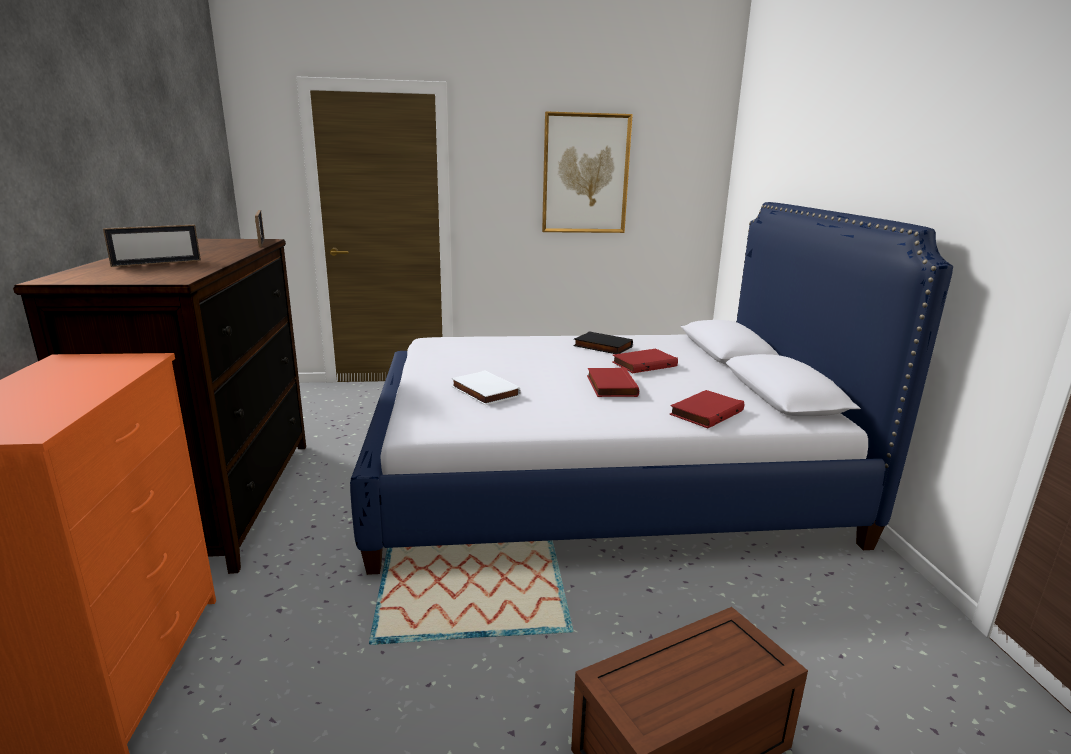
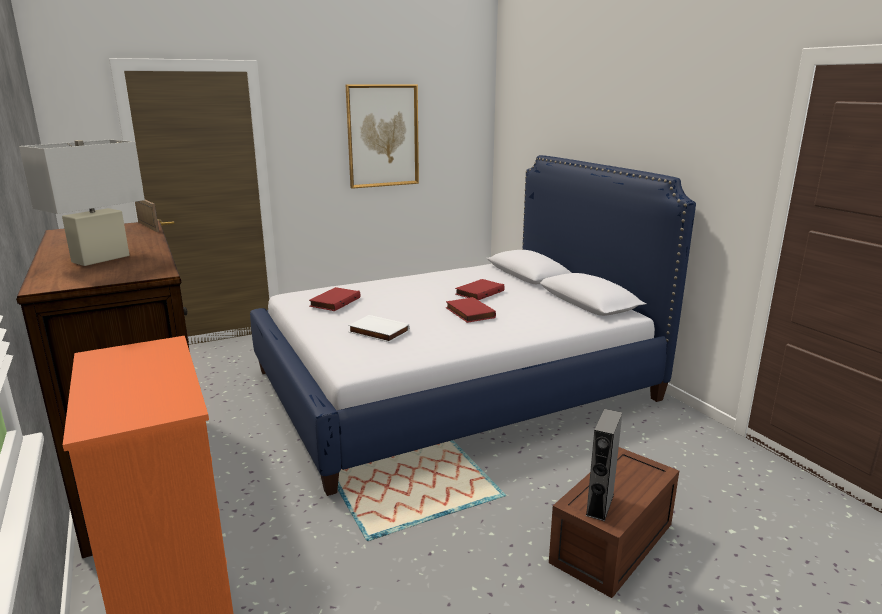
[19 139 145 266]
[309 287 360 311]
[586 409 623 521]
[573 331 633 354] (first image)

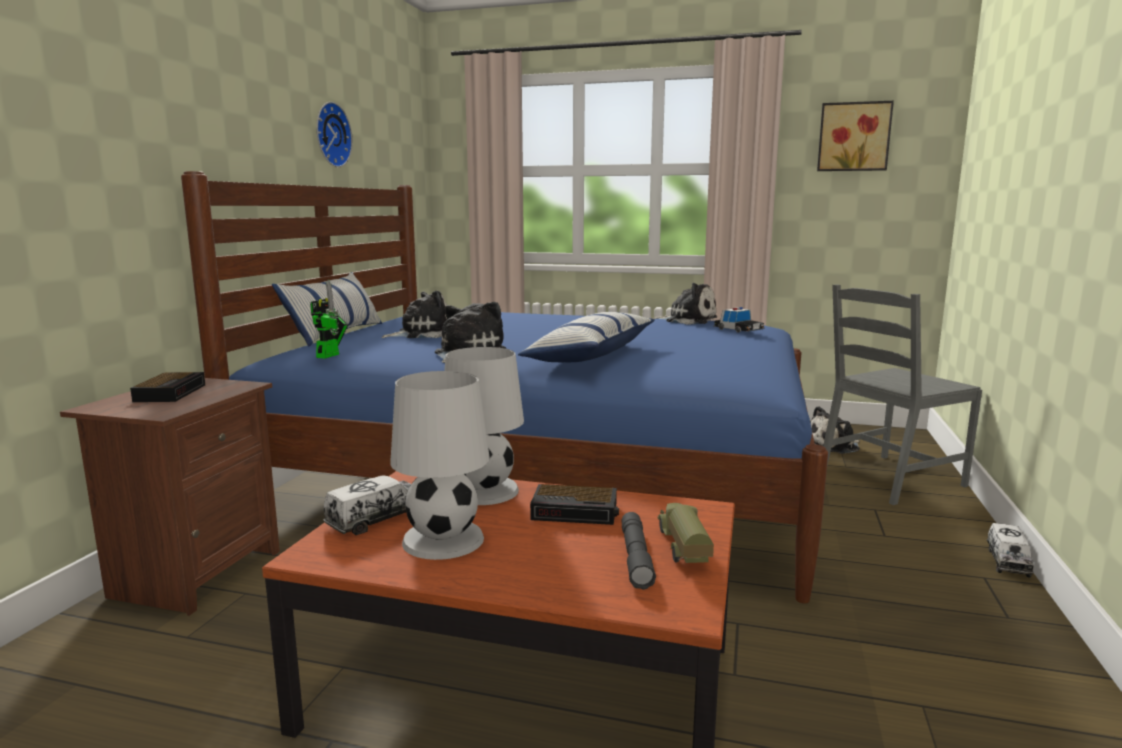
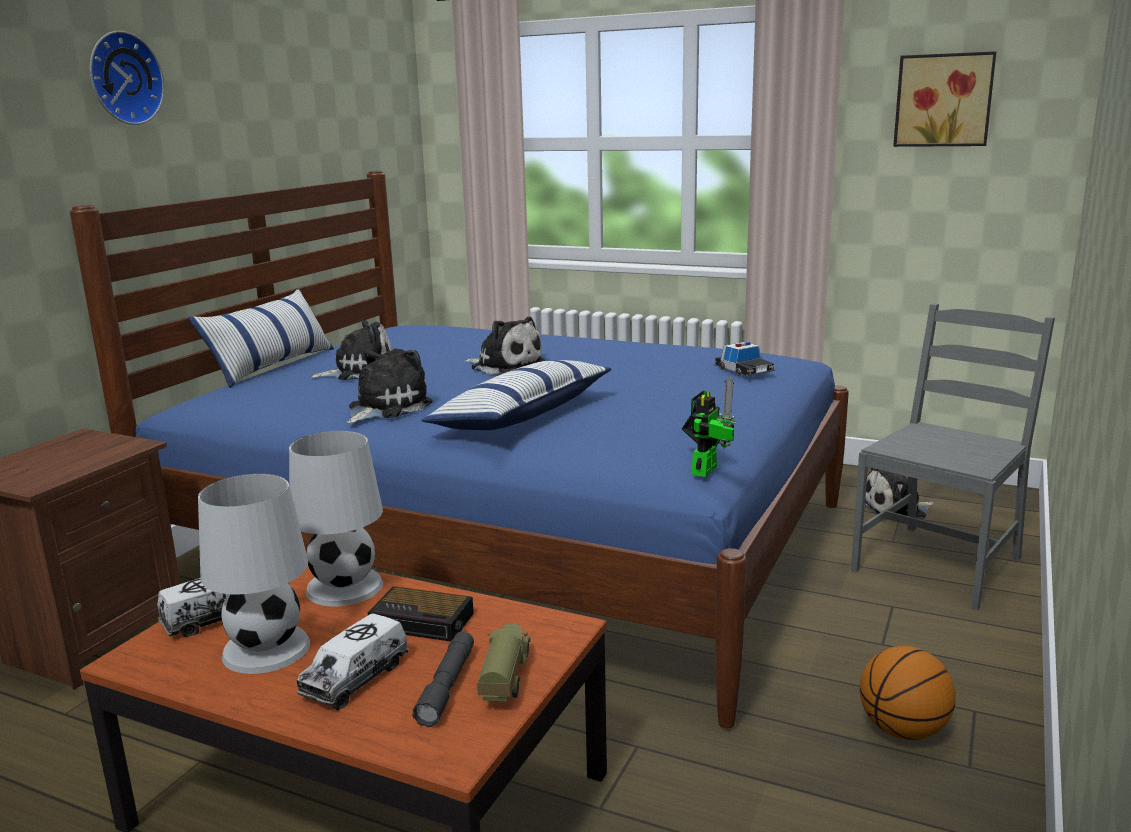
[90 31 165 125]
[296 613 408 710]
[464 317 545 375]
[682 376 737 477]
[851 304 1055 610]
[860 646 956 740]
[130 372 205 402] (first image)

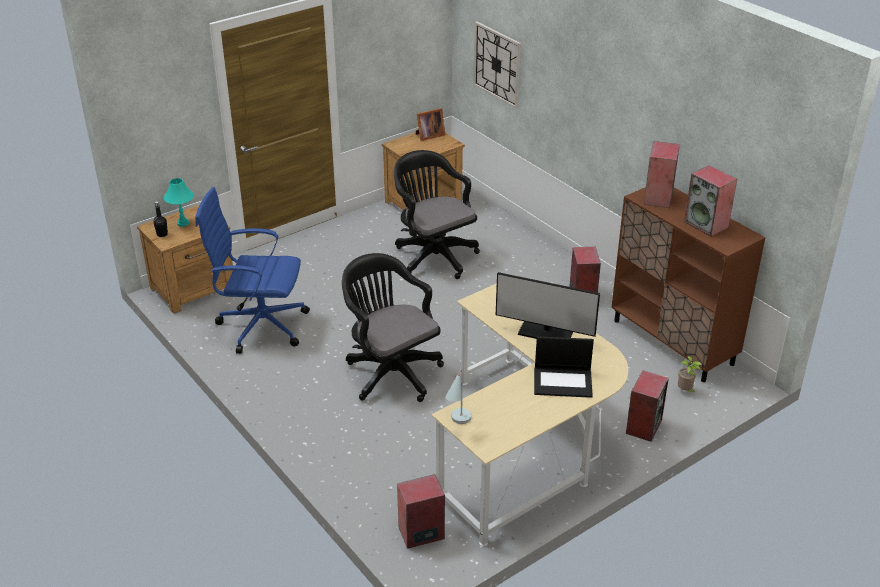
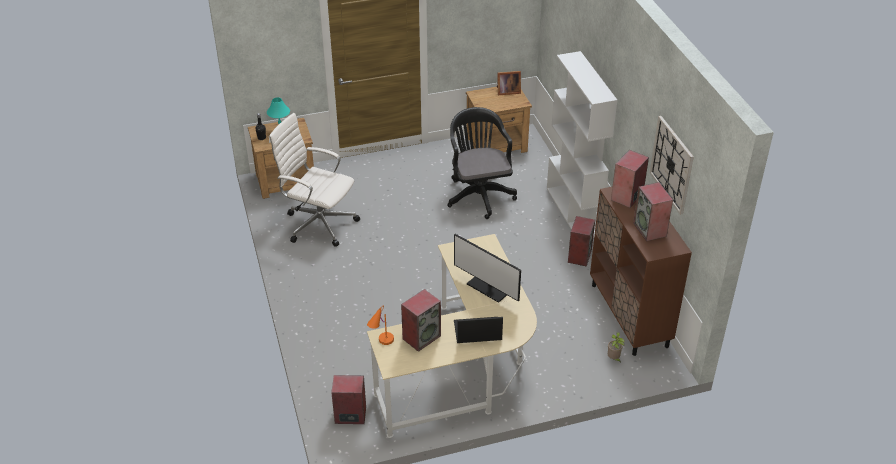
[269 113 360 247]
[367 306 394 345]
[401 289 441 352]
[454 317 503 343]
[547 51 618 238]
[650 116 694 215]
[342 253 444 402] (first image)

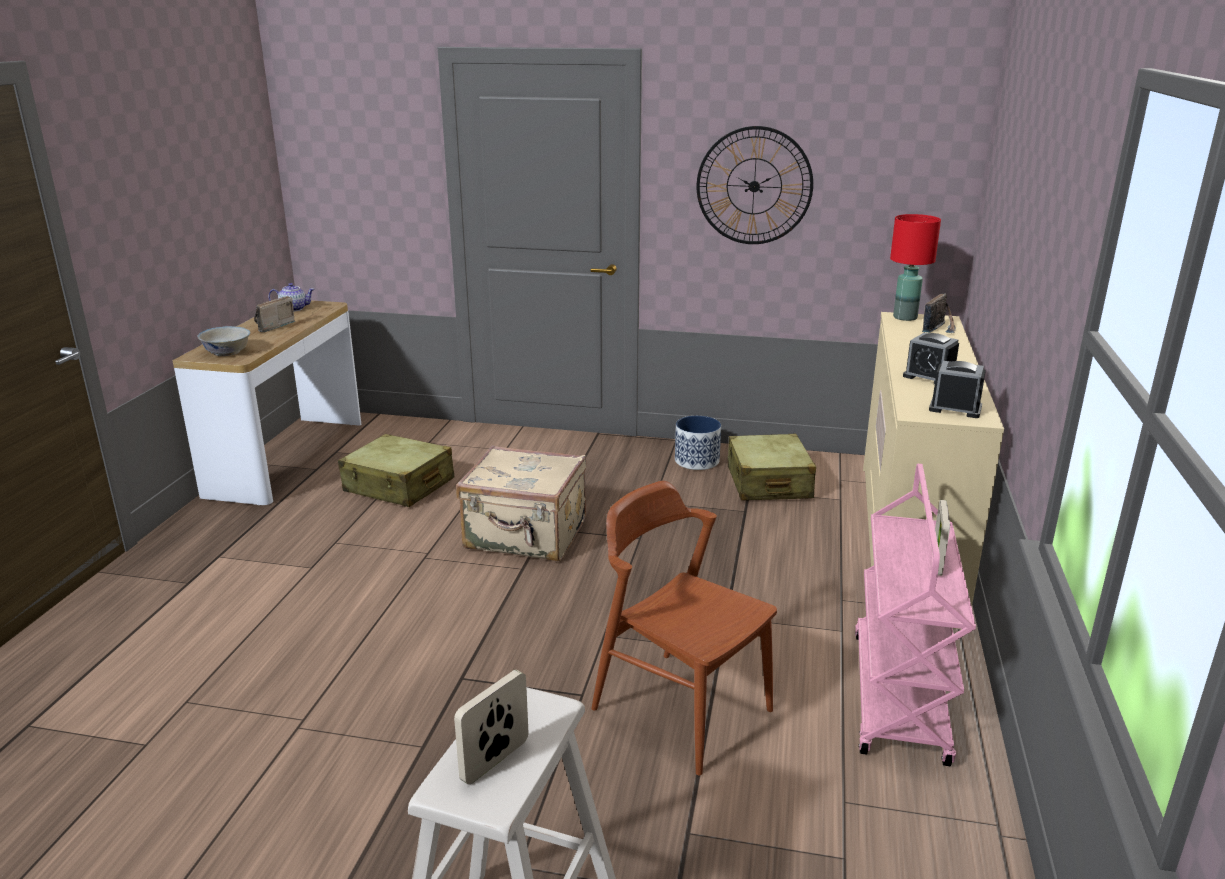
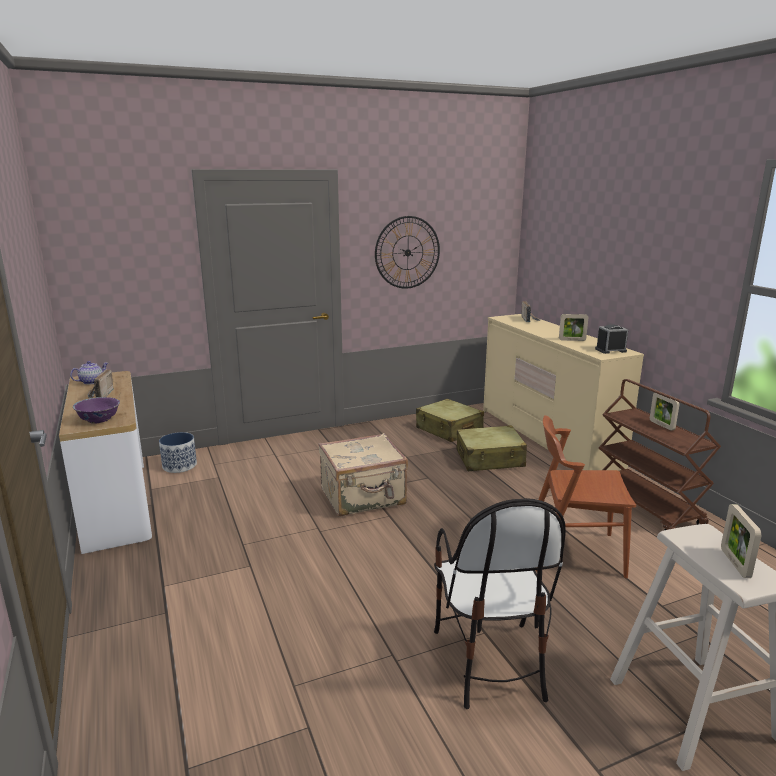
[73 397 120 424]
[159 432 197 473]
[434 498 566 709]
[456 425 527 471]
[559 314 589 341]
[598 379 721 530]
[890 214 941 321] (first image)

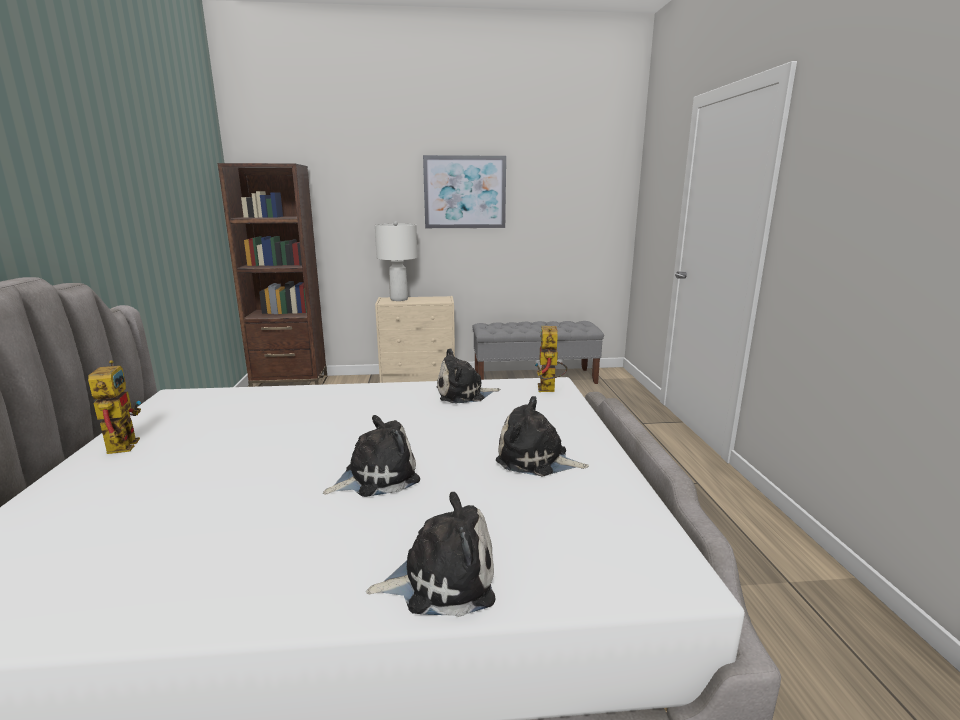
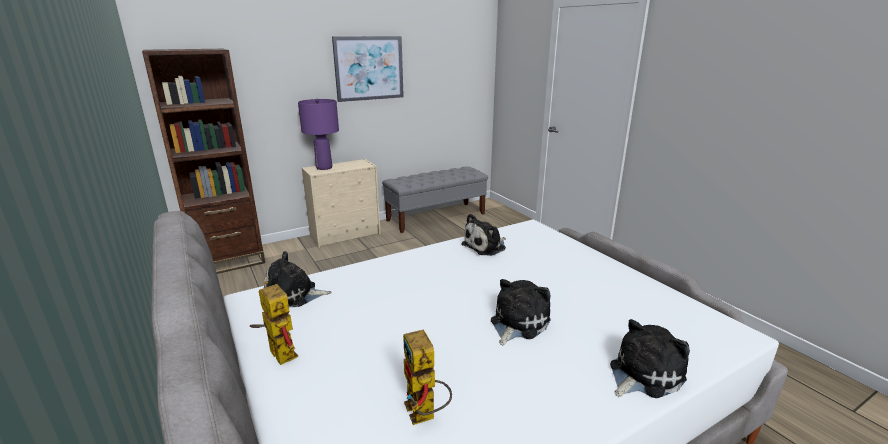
[264 251 332 307]
[298 98 339 170]
[403 329 452 425]

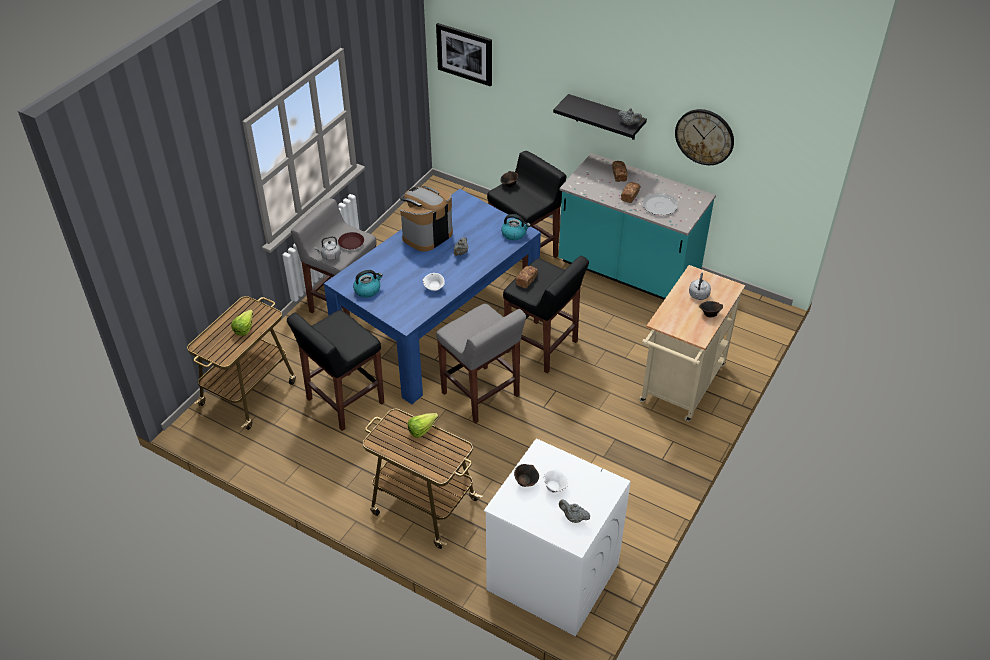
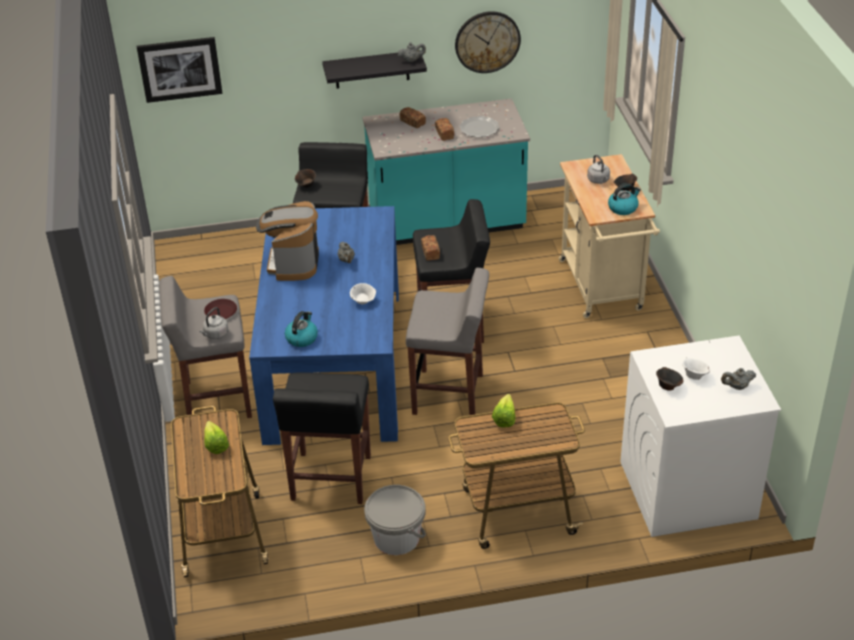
[364 485 426 555]
[608 183 641 215]

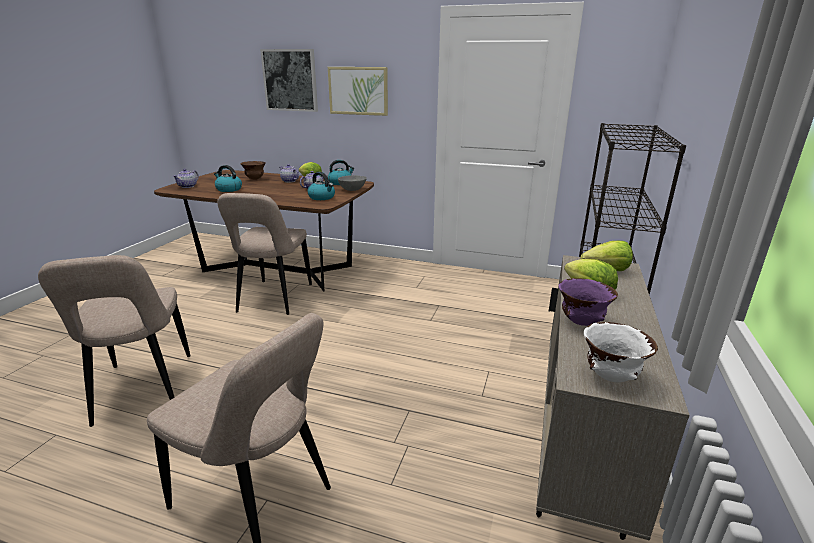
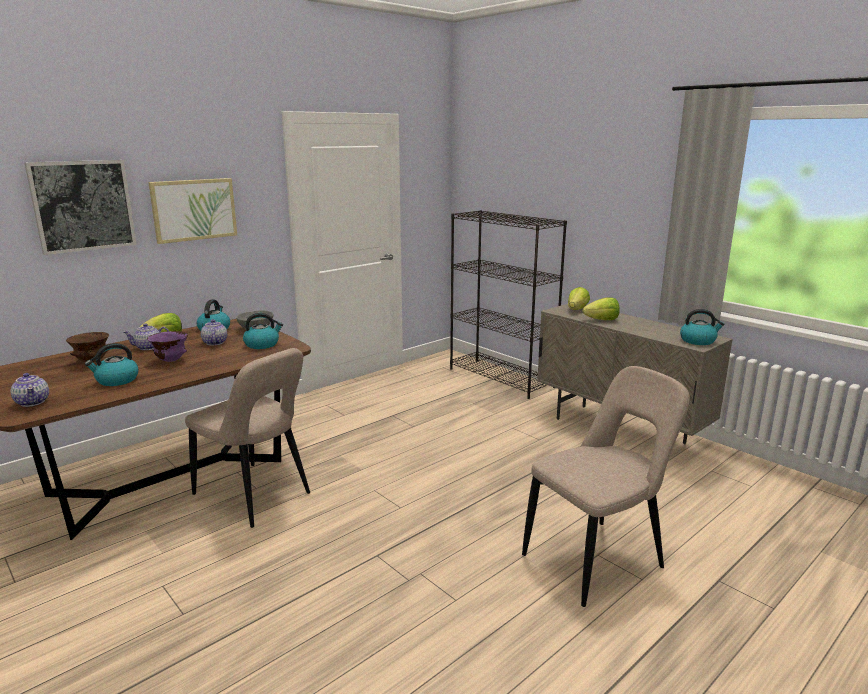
[147 331 188 362]
[680 309 724 345]
[38 255 191 427] (first image)

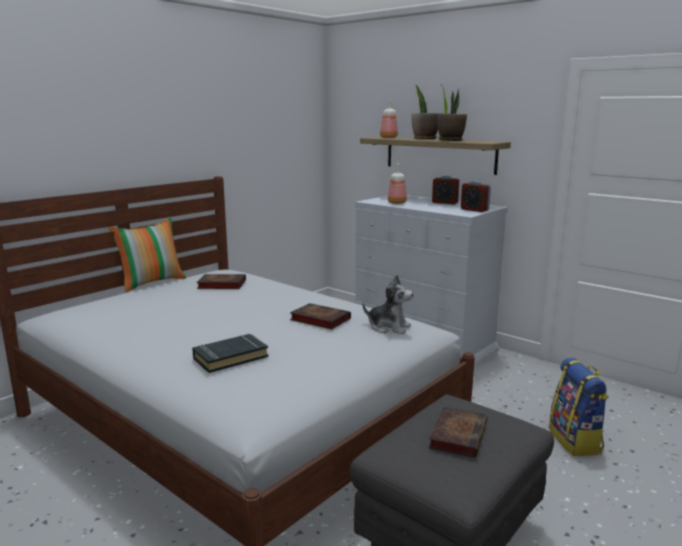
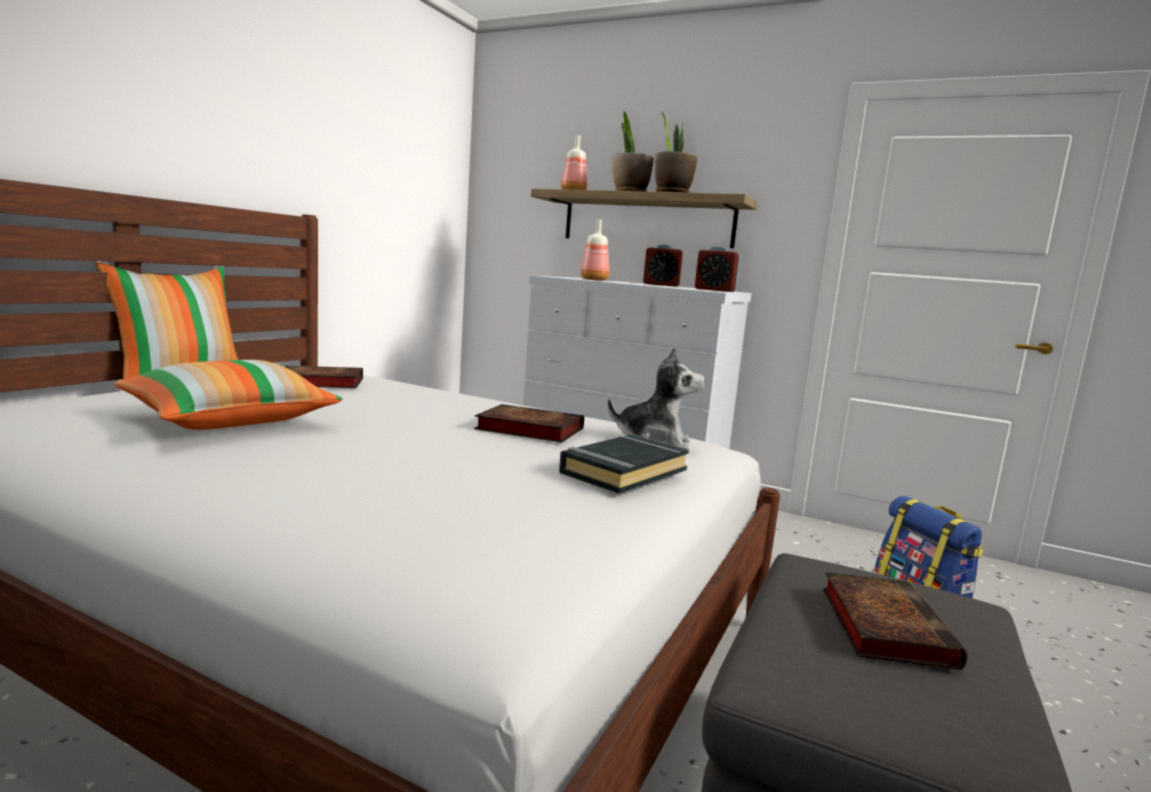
[113 360 342 430]
[559 434 689 494]

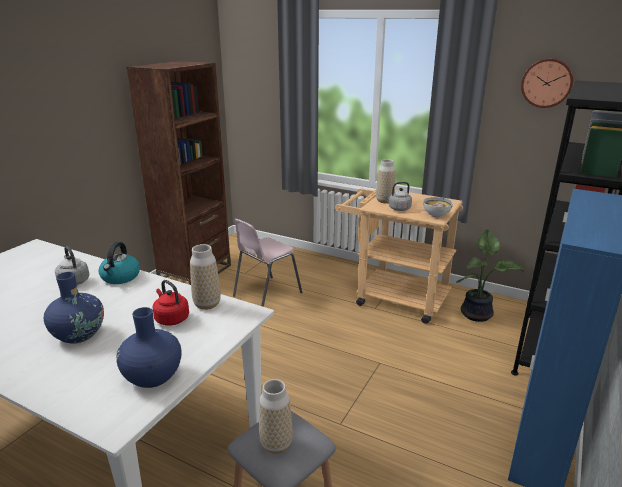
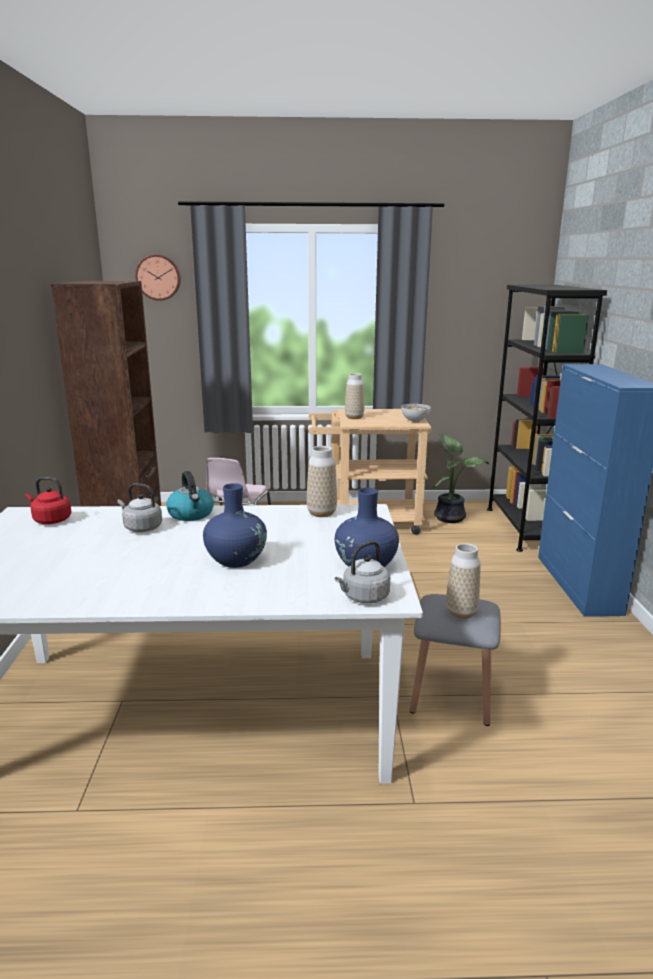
[25 477 71 524]
[135 255 181 301]
[335 541 390 604]

